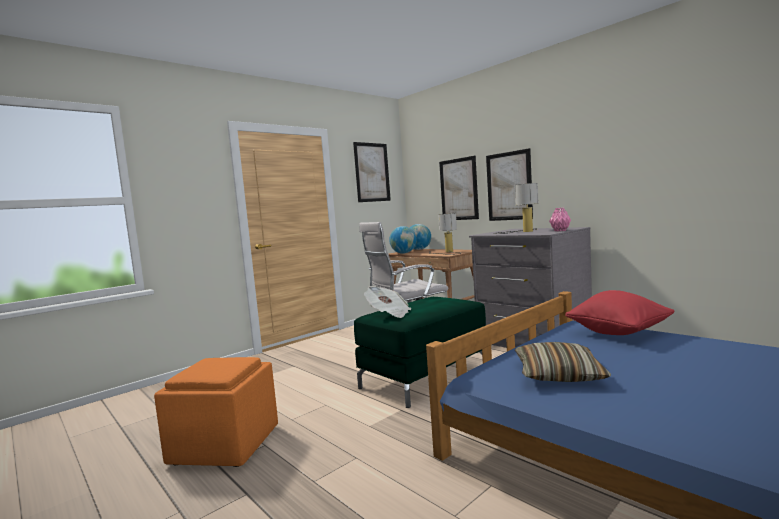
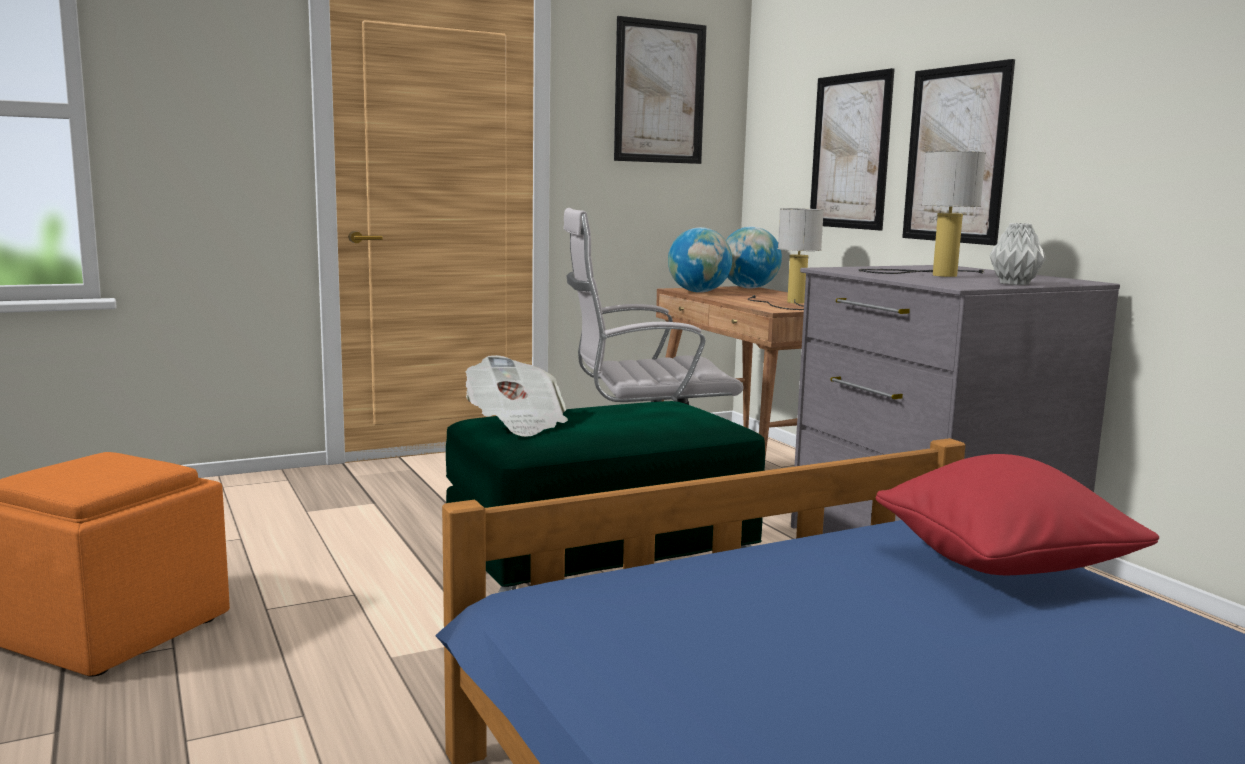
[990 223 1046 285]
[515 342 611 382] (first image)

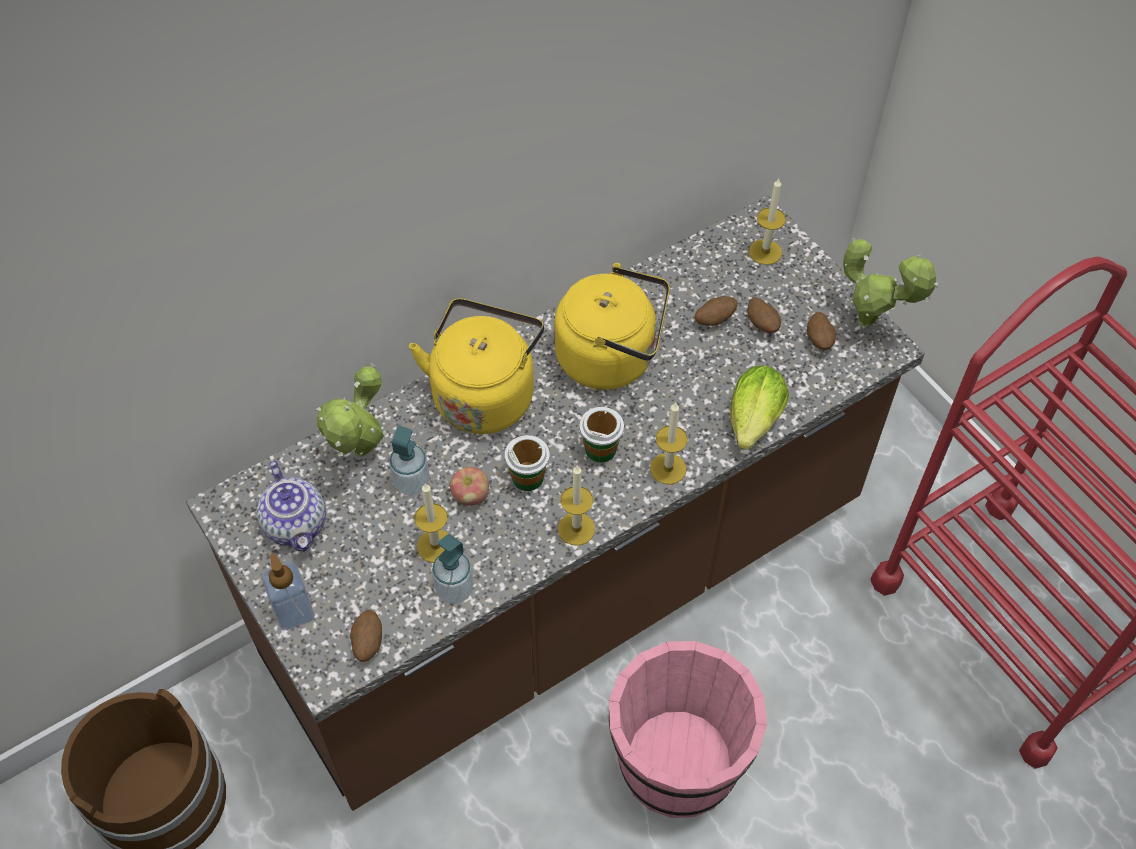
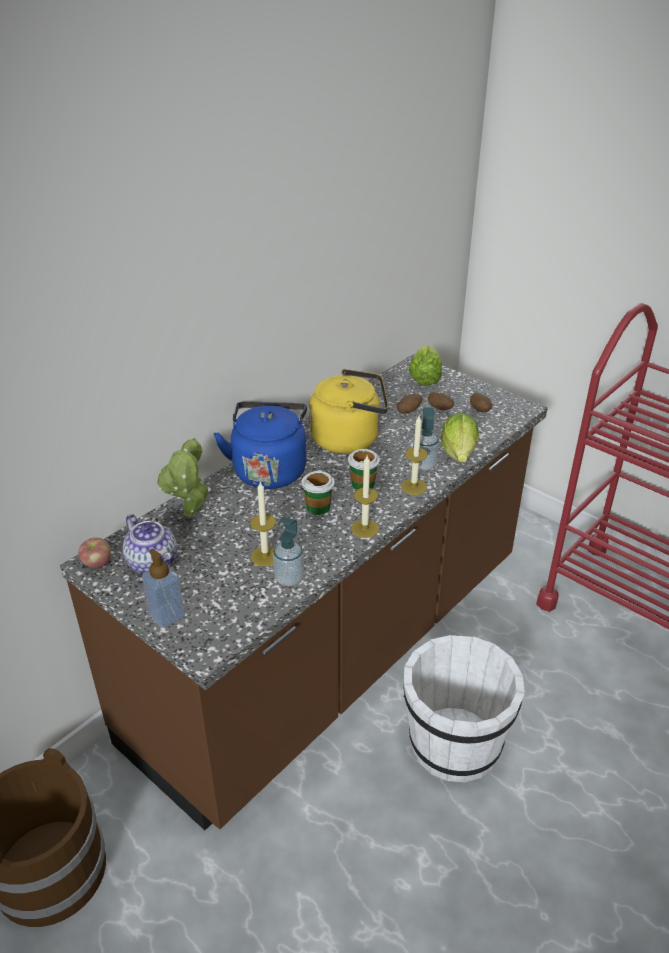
[78 538 111 568]
[214 401 307 489]
[403 635 525 782]
[409 345 442 386]
[413 408 439 470]
[350 609 382 662] (first image)
[843 237 939 329] (first image)

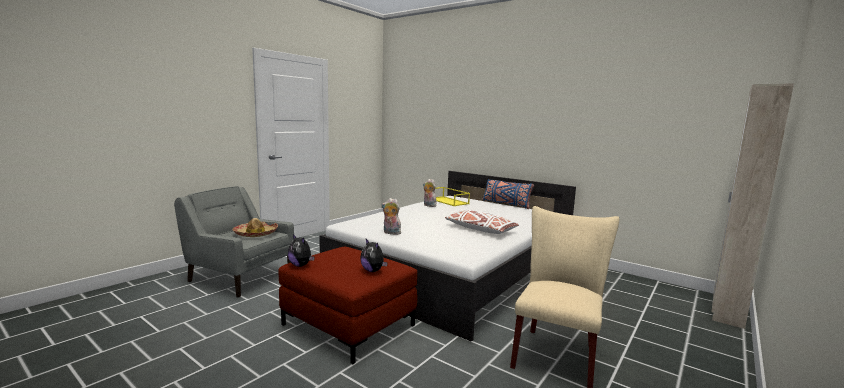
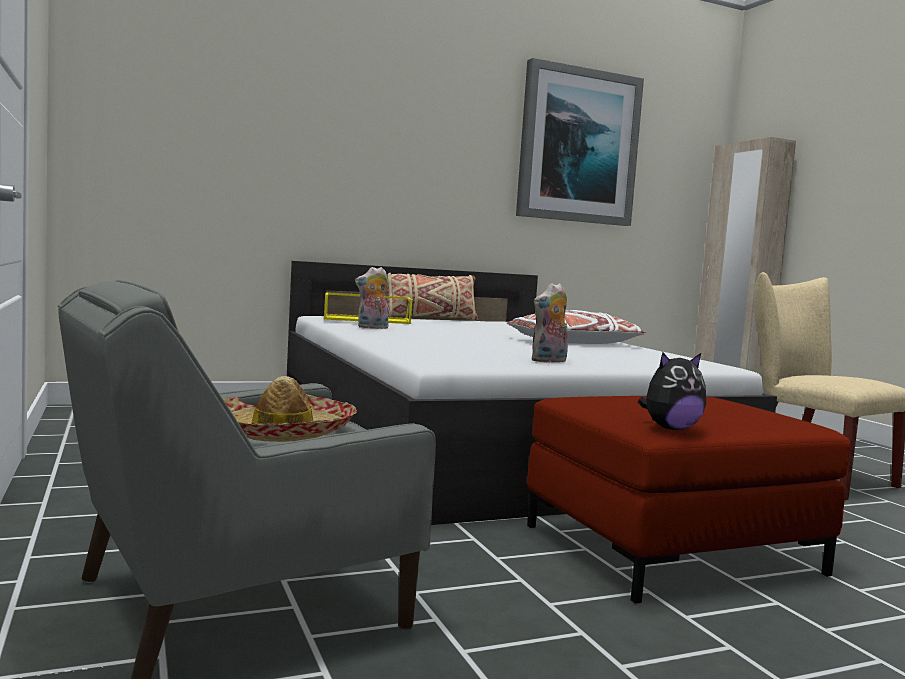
[386 273 479 321]
[516 58 644 226]
[360 239 388 272] (first image)

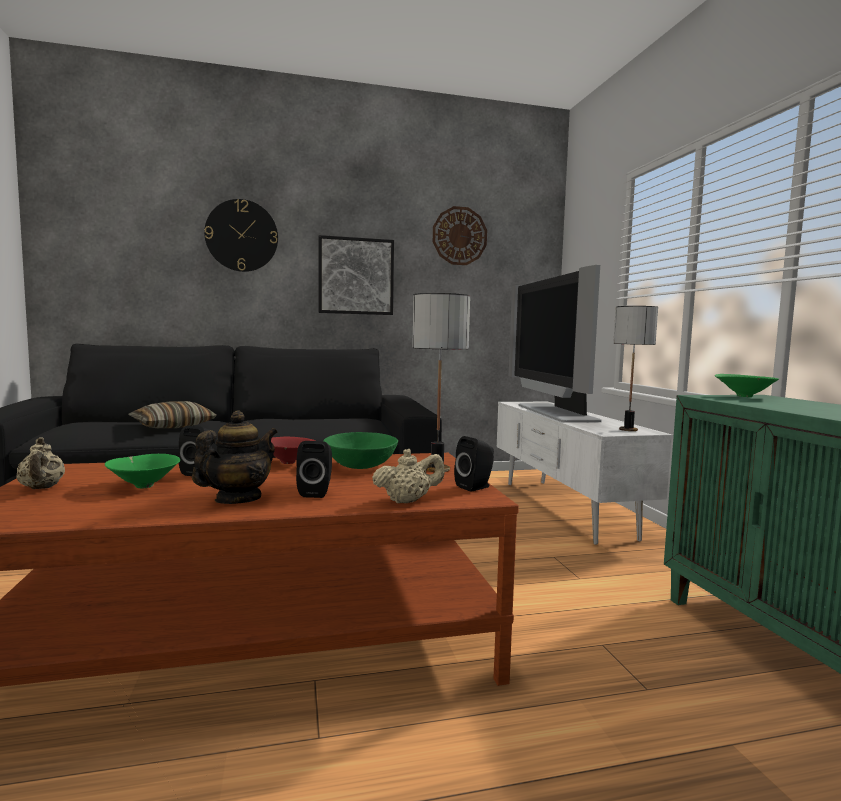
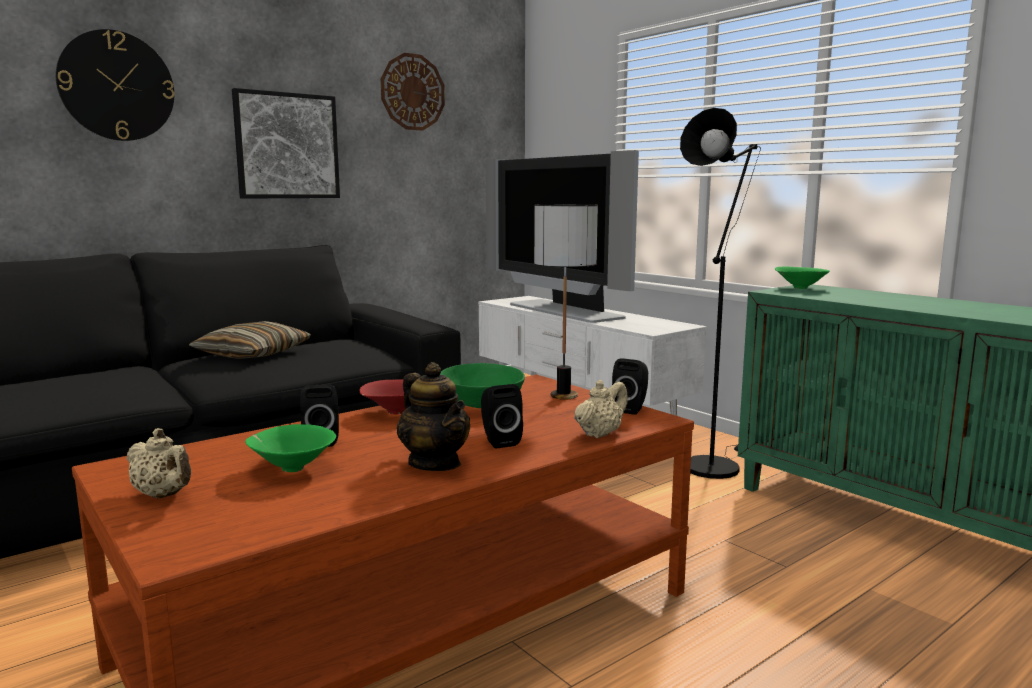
[189 321 311 359]
[397 362 470 471]
[680 108 761 479]
[613 306 658 431] (first image)

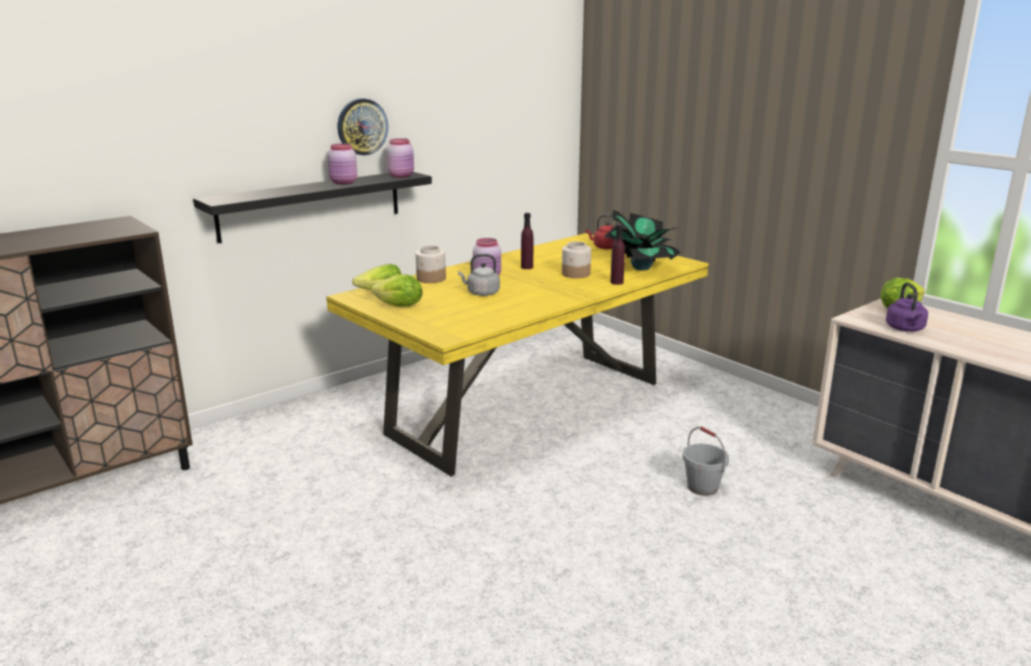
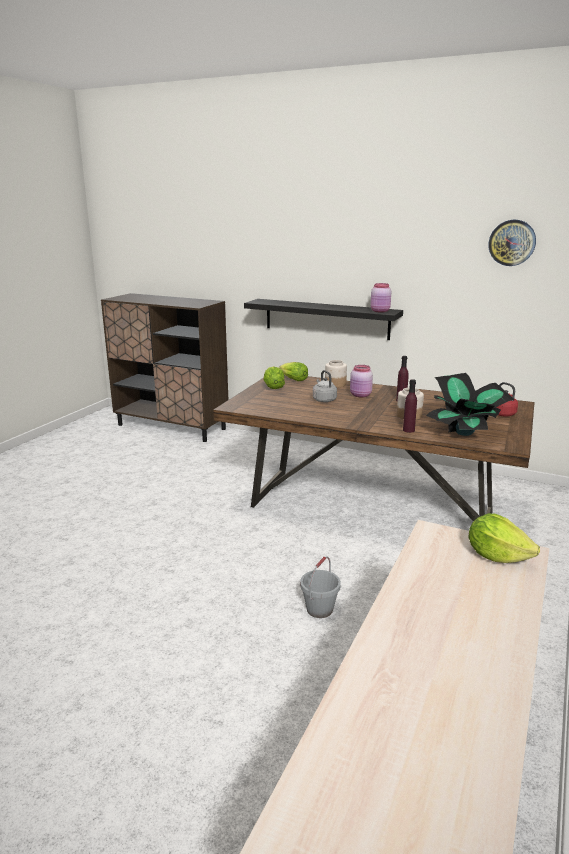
[213 375 535 521]
[488 220 536 266]
[328 143 357 184] (first image)
[886 283 928 332] (first image)

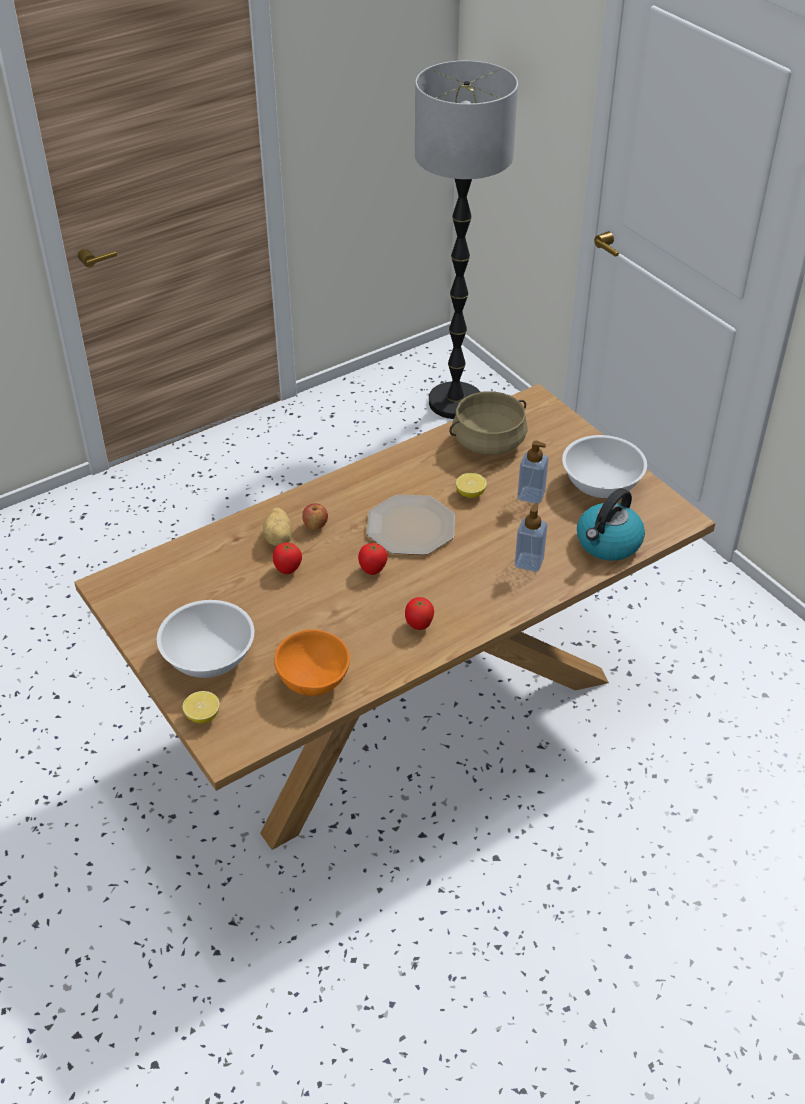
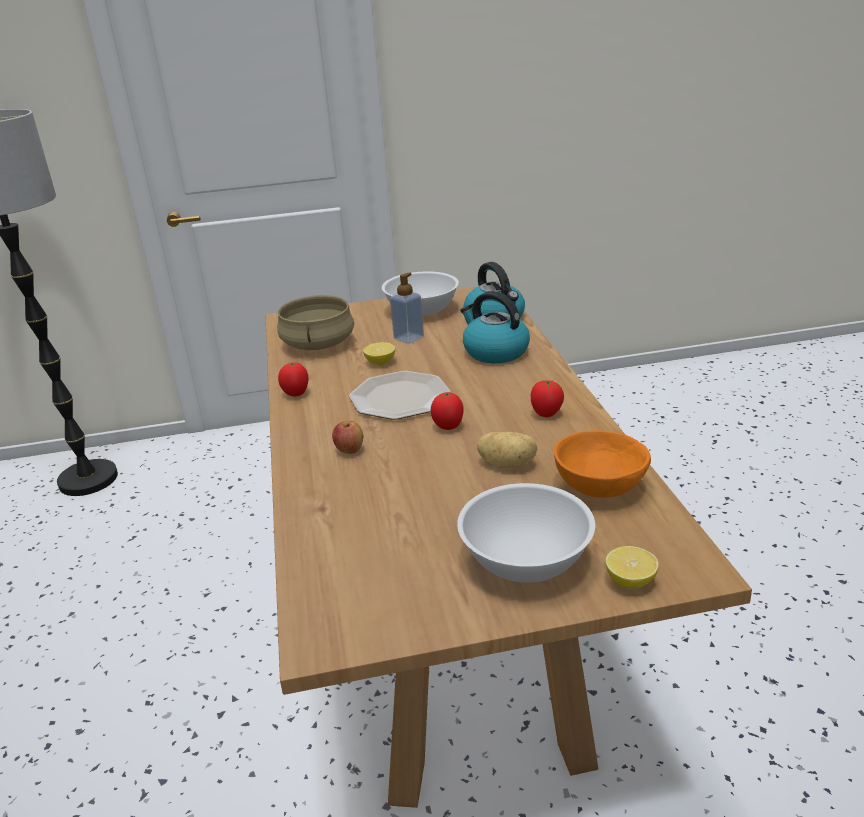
[278 362 308 396]
[460 291 530 363]
[477 432 538 468]

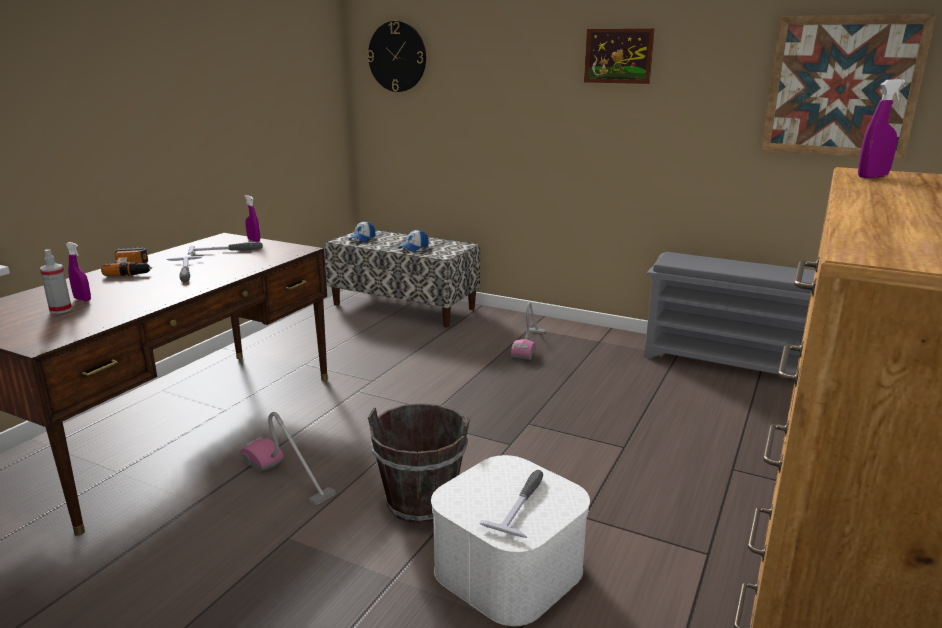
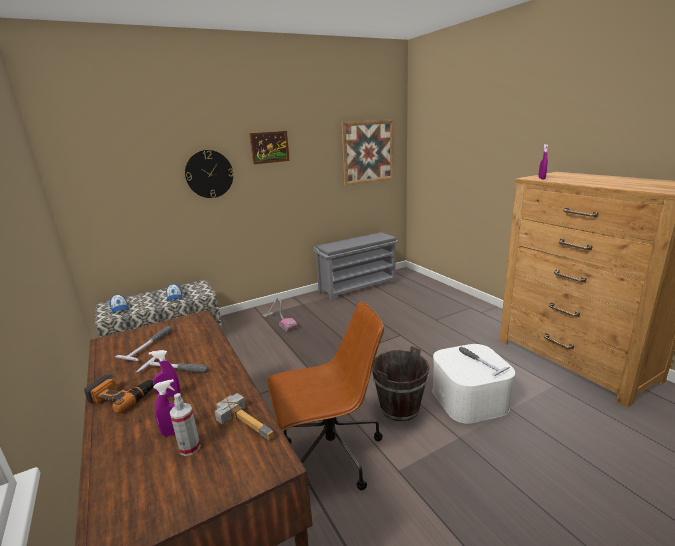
[149 350 180 398]
[185 150 233 198]
[215 393 274 440]
[267 302 384 491]

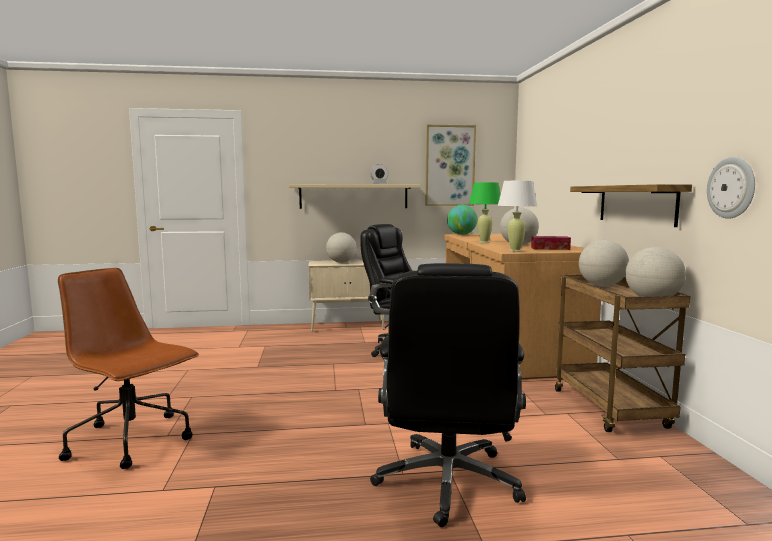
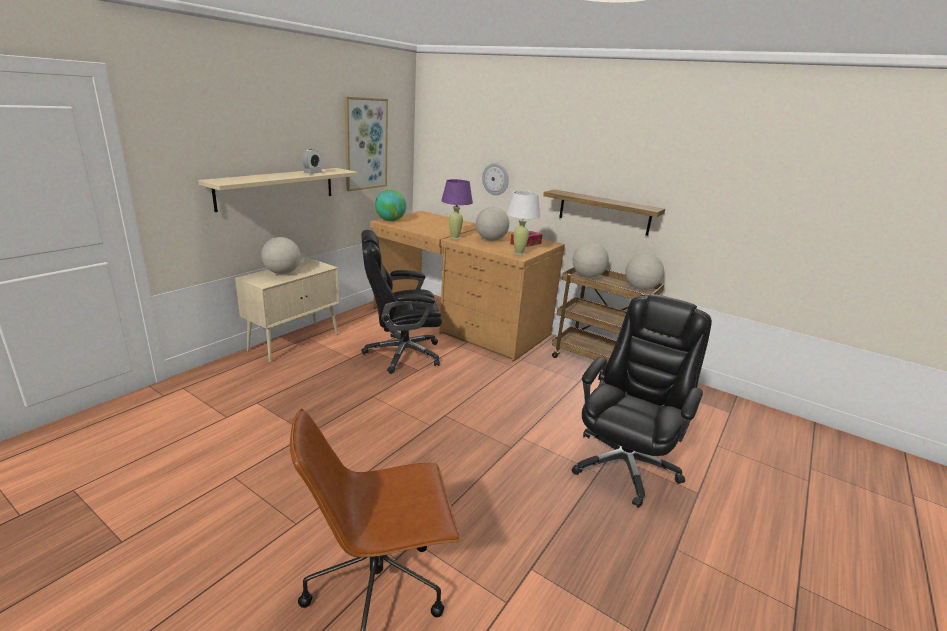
[441 179 473 239]
[482 163 509 195]
[572 294 712 508]

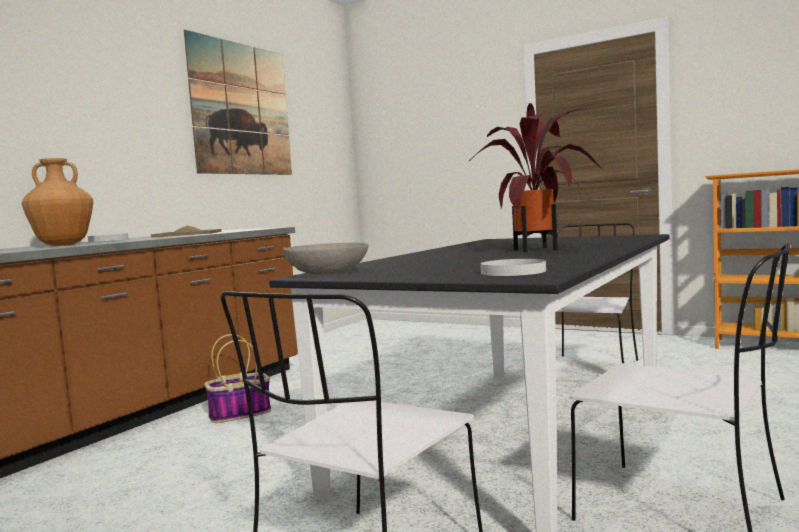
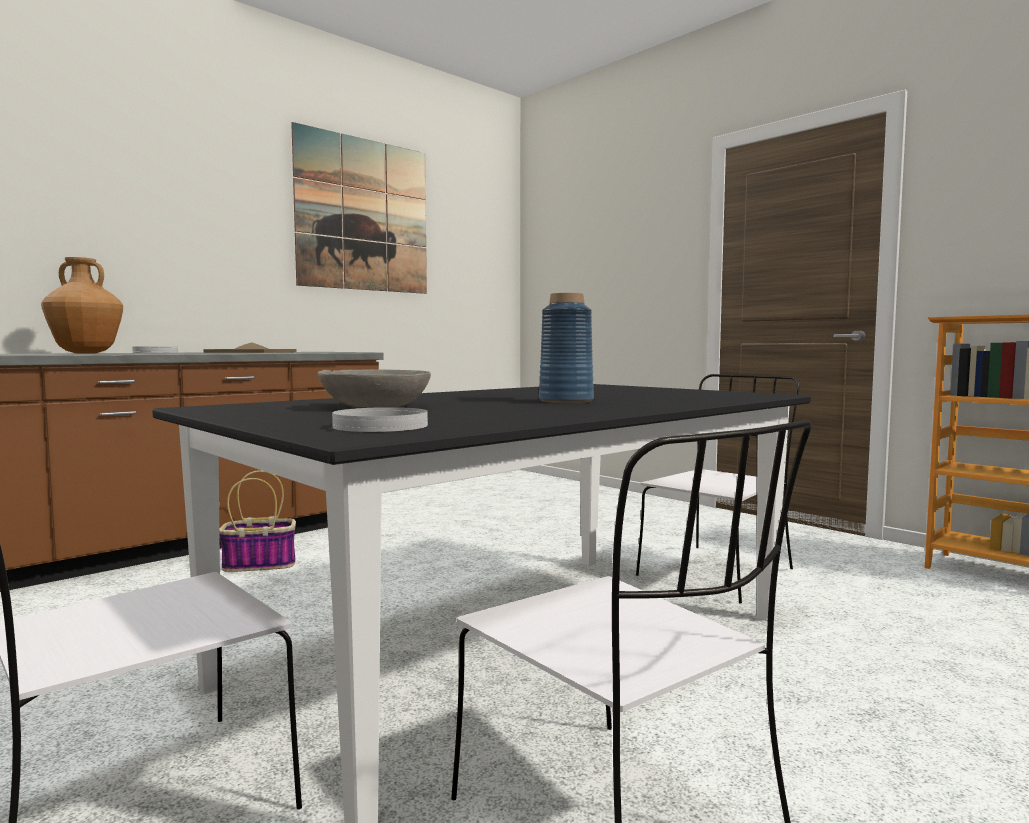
[318 369 431 408]
[539 293 594 403]

